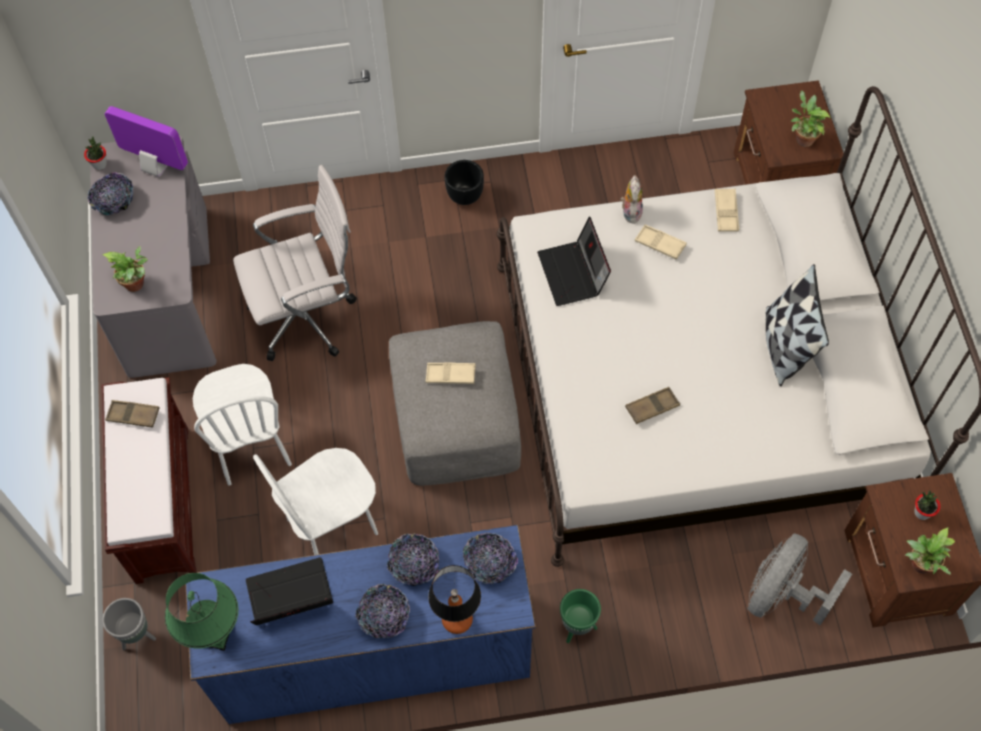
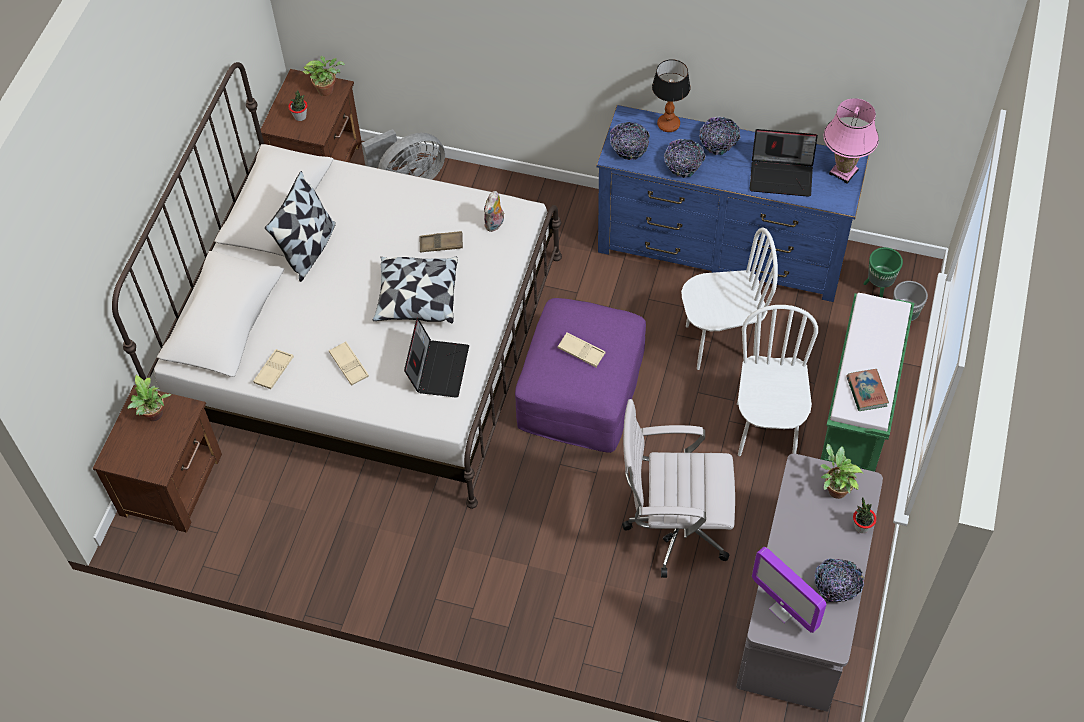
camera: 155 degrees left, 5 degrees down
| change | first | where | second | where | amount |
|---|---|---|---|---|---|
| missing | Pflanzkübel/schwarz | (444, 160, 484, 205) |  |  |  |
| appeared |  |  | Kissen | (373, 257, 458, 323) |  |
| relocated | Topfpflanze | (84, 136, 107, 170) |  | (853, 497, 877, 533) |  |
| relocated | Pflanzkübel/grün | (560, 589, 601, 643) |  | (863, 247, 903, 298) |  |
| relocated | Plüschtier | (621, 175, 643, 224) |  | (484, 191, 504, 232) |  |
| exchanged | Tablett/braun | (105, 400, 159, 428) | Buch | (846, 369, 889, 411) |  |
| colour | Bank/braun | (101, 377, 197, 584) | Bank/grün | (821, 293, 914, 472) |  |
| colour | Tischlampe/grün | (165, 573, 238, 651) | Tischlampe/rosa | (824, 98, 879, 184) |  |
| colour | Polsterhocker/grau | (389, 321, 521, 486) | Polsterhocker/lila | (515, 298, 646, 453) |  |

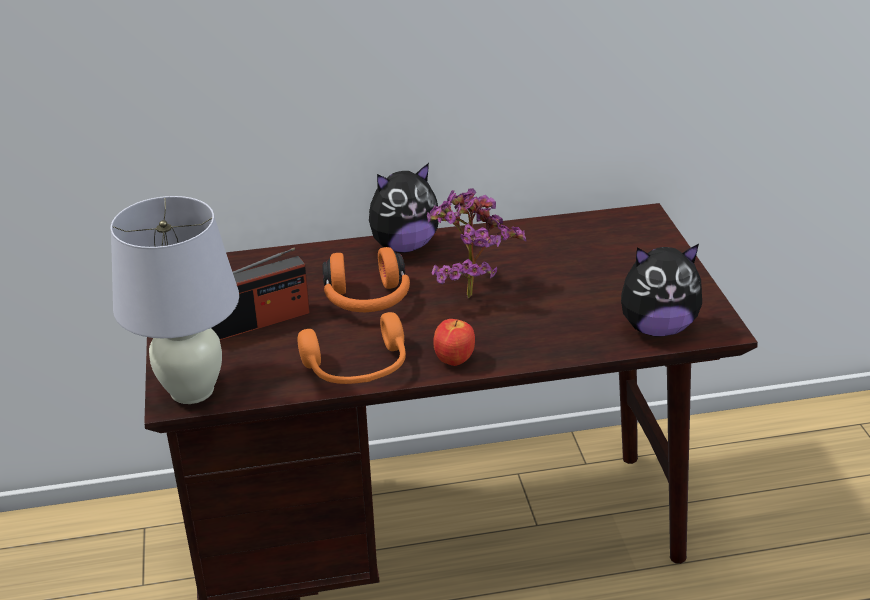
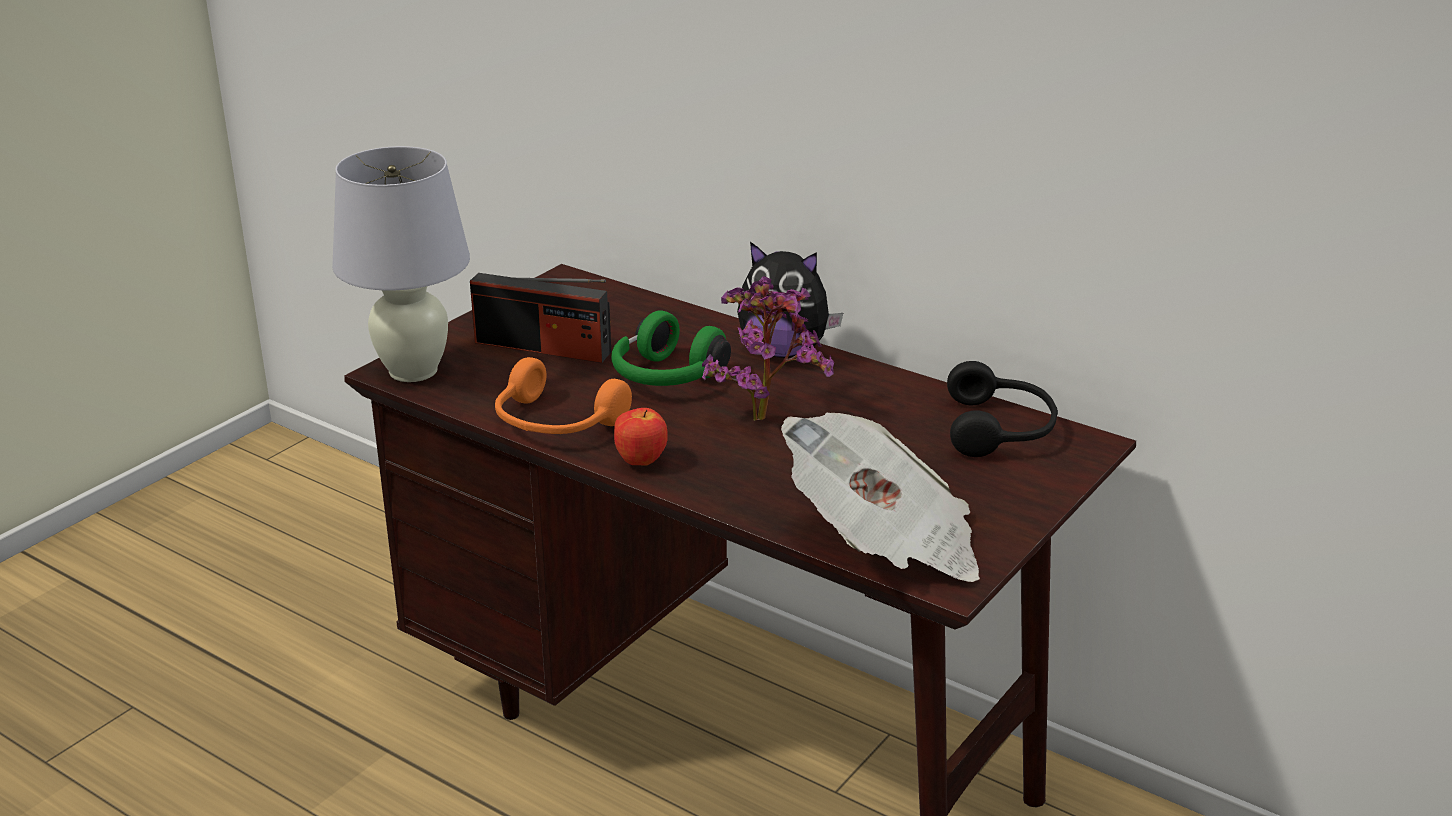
camera: 45 degrees right, 5 degrees down
| change | first | where | second | where | amount |
|---|---|---|---|---|---|
| appeared |  |  | Kopfhörer/schwarz | (947, 361, 1058, 457) |  |
| exchanged | Plüschtier | (621, 244, 702, 337) | Zeitung | (781, 413, 980, 582) |  |
| colour | Kopfhörer/orange | (322, 247, 410, 312) | Kopfhörer/grün | (611, 311, 731, 386) |  |

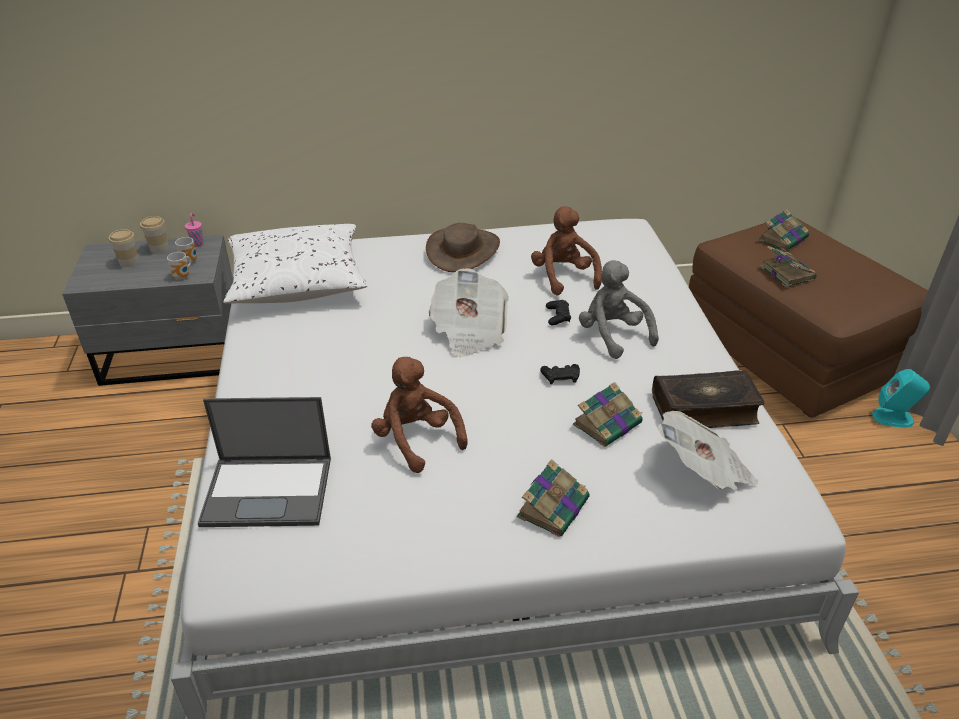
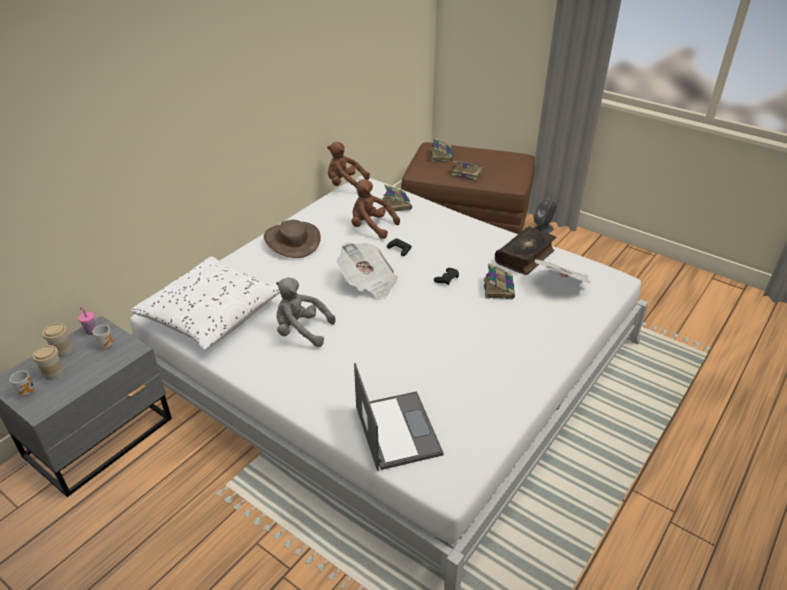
camera: 45 degrees left, 0 degrees up
| change | first | where | second | where | amount |
|---|---|---|---|---|---|
| relocated | Henkelbecher | (167, 252, 191, 279) |  | (10, 371, 34, 397) |  |
| relocated | Plüschtier/braun | (371, 357, 467, 473) |  | (327, 142, 370, 187) |  |
| relocated | Buch | (517, 459, 590, 537) |  | (382, 185, 412, 211) |  |
| relocated | Plüschtier/grau | (579, 260, 659, 359) |  | (276, 278, 336, 347) |  |
| colour | Lautsprecher/türkis | (872, 369, 930, 427) | Lautsprecher/grau | (534, 199, 557, 233) |  |
| spun | Laptop | (198, 397, 331, 527) |  | (354, 363, 444, 471) | 60 degrees counterclockwise |

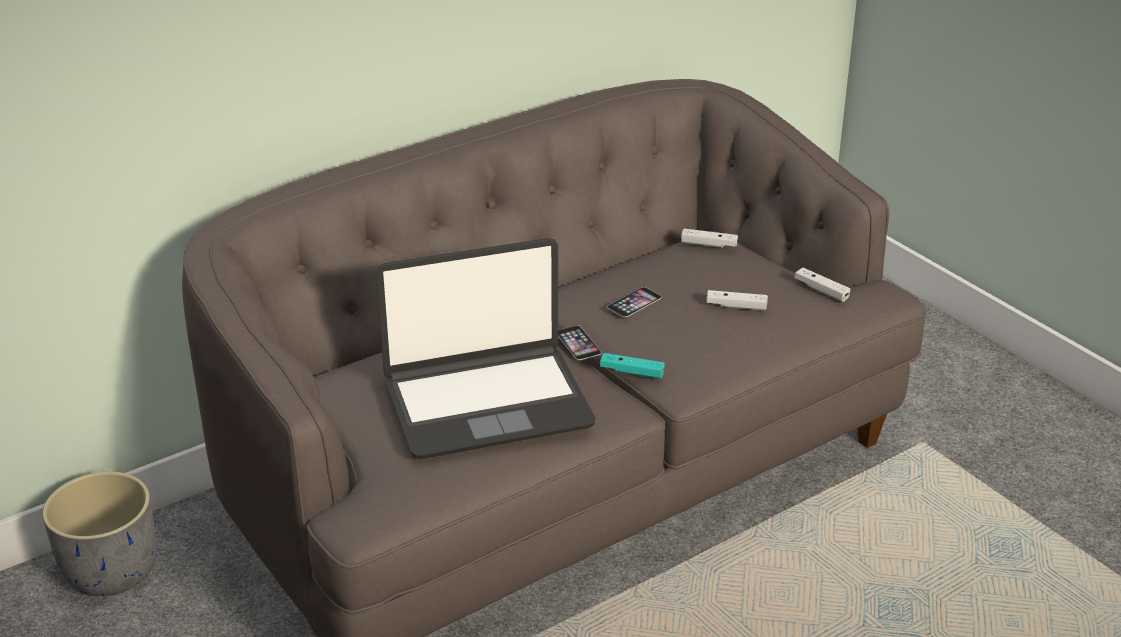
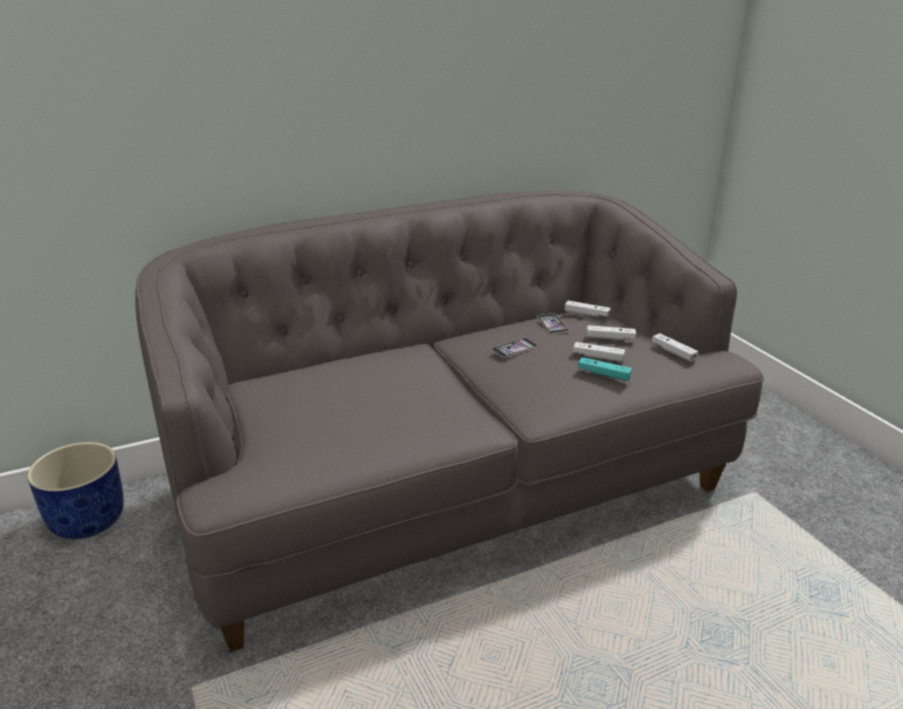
camera: 10 degrees right, 5 degrees down
| change | first | where | second | where | amount |
|---|---|---|---|---|---|
| missing | Laptop | (376, 238, 595, 459) |  |  |  |
| appeared |  |  | Gamepad/weiß | (587, 325, 636, 340) |  |
| relocated | Handy | (558, 325, 602, 360) |  | (537, 313, 569, 334) |  |
| relocated | Gamepad/türkis | (600, 353, 665, 379) |  | (578, 357, 632, 381) |  |
| colour | Pflanzkübel/grau | (42, 472, 156, 596) | Pflanzkübel/blau | (27, 442, 124, 539) |  |

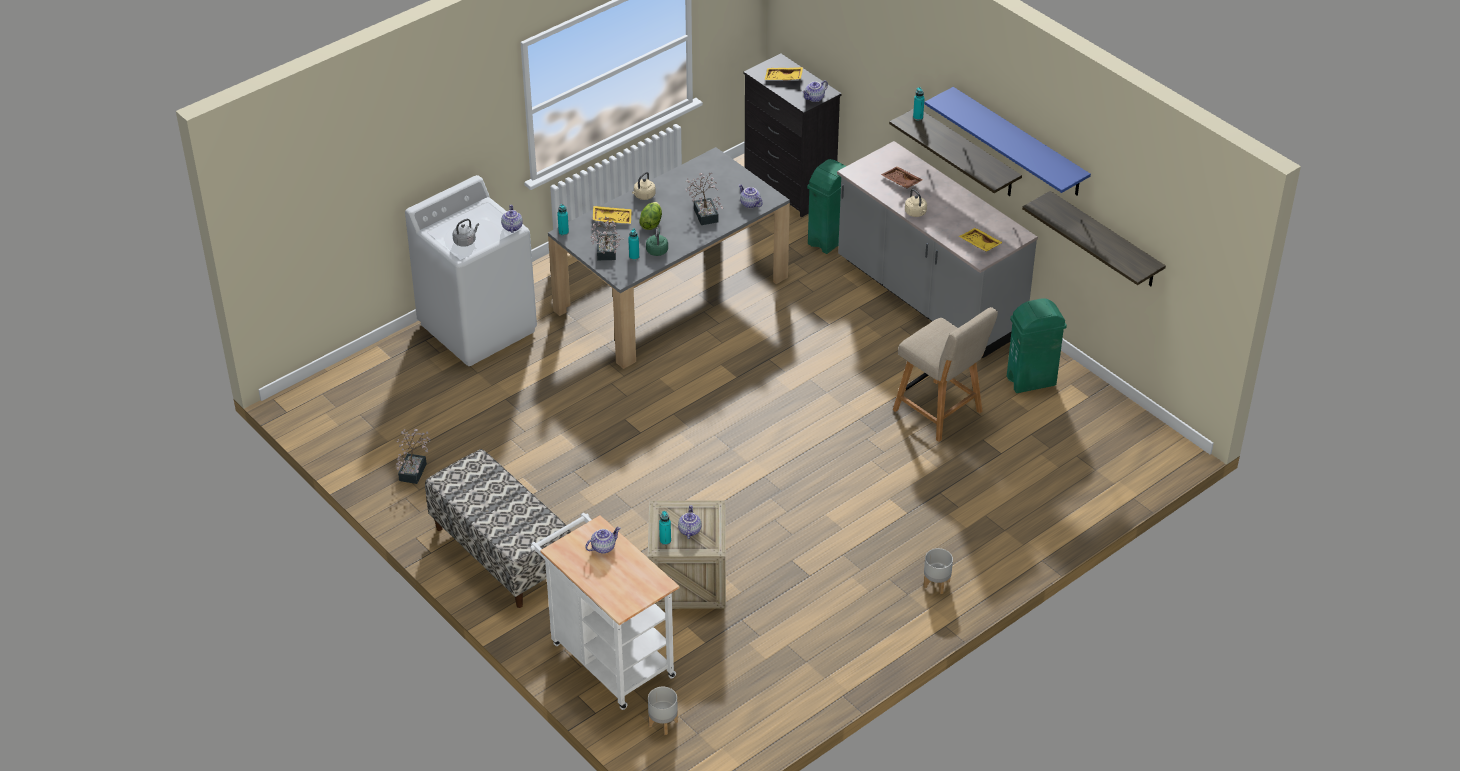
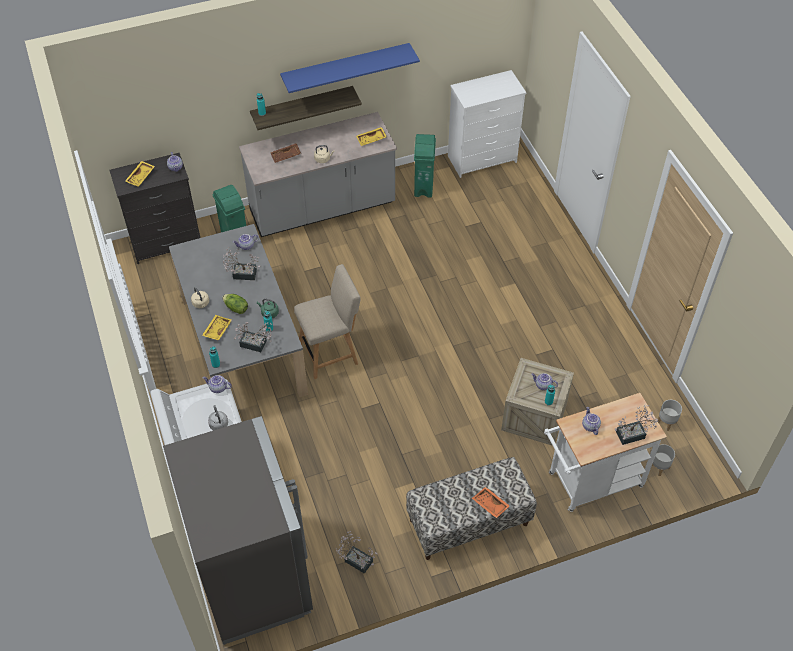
camera: 70 degrees left, 10 degrees up
| change | first | where | second | where | amount |
|---|---|---|---|---|---|
| missing | Wandregal | (1022, 191, 1166, 286) |  |  |  |
| appeared |  |  | Kühlschrank/grau | (163, 416, 313, 645) |  |
| appeared |  |  | Kommode/weiß | (448, 70, 526, 178) |  |
| appeared |  |  | Tablett/orange | (472, 487, 510, 518) |  |
| appeared |  |  | Topfpflanze | (615, 405, 658, 445) |  |
| relocated | Stuhl/beige | (893, 307, 998, 442) |  | (294, 264, 361, 379) |  |
| relocated | Pflanzkübel/grau | (923, 548, 953, 594) |  | (658, 400, 682, 431) |  |

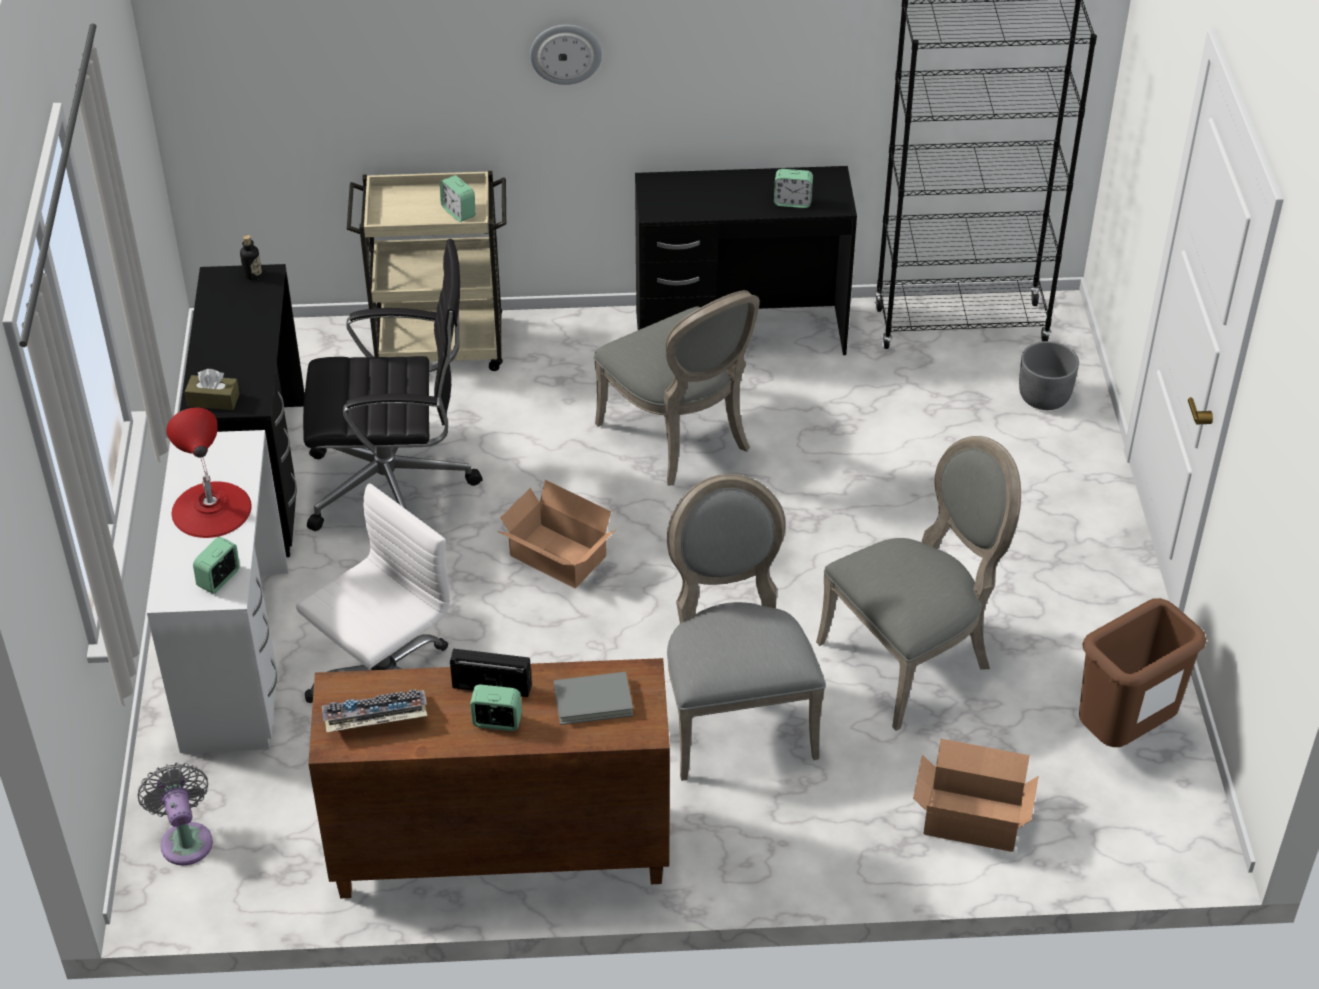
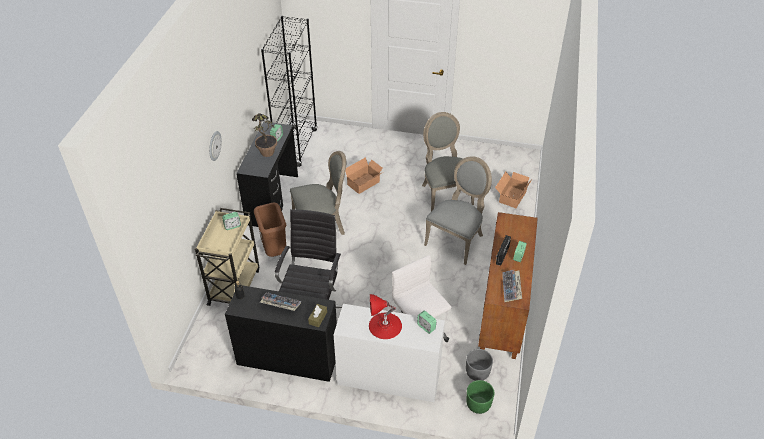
camera: 75 degrees left, 0 degrees up
| change | first | where | second | where | amount |
|---|---|---|---|---|---|
| missing | Buch/grau | (554, 672, 633, 725) |  |  |  |
| appeared |  |  | Topfpflanze | (252, 114, 277, 157) |  |
| appeared |  |  | Tastatur | (260, 293, 302, 311) |  |
| relocated | Karton | (497, 480, 615, 588) |  | (345, 157, 382, 194) |  |
| relocated | Pflanzkübel/grau | (1019, 341, 1079, 410) |  | (466, 349, 493, 381) |  |
| relocated | Mülleimer/braun | (1079, 598, 1206, 747) |  | (254, 203, 286, 257) |  |
| exchanged | Ventilator/grau | (138, 762, 213, 866) | Pflanzkübel/grün | (466, 380, 494, 414) |  |
| spun | Stuhl/grau | (667, 474, 826, 781) |  | (424, 156, 492, 265) | 120 degrees clockwise |

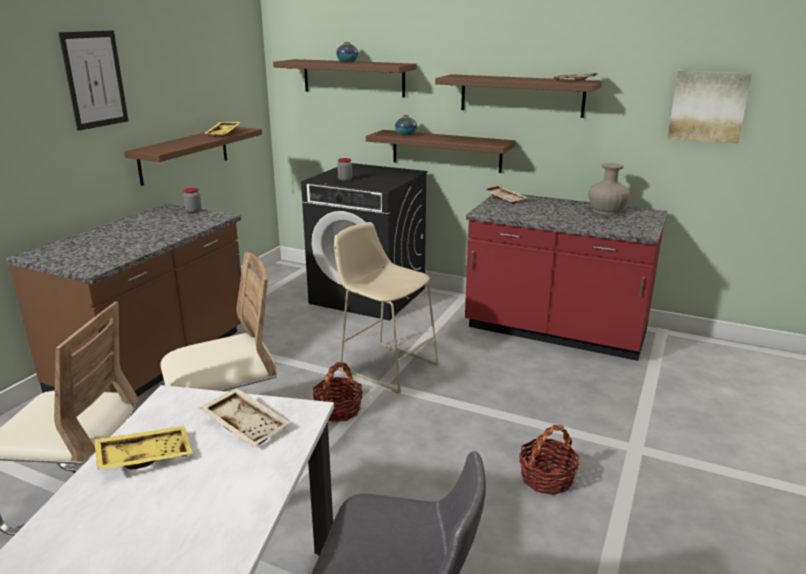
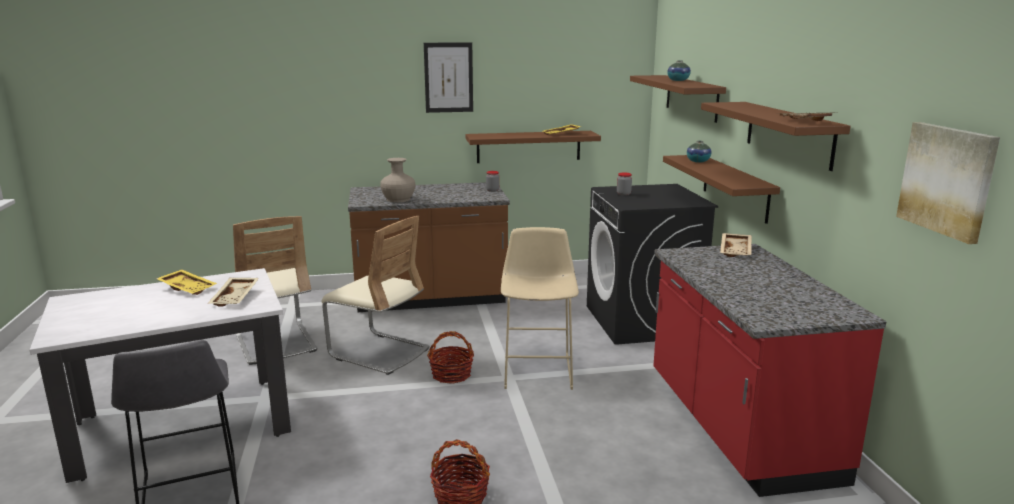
camera: 55 degrees right, 5 degrees down
| change | first | where | second | where | amount |
|---|---|---|---|---|---|
| relocated | Vase/beige | (588, 163, 630, 215) |  | (380, 158, 415, 202) |  |

